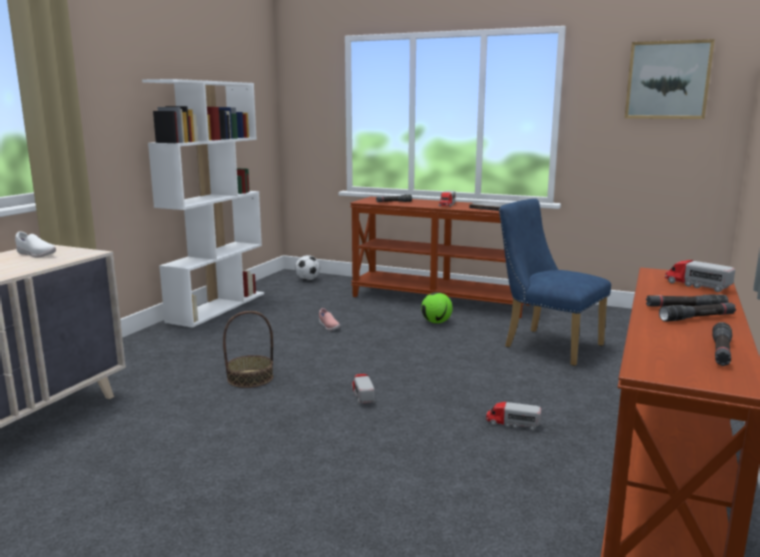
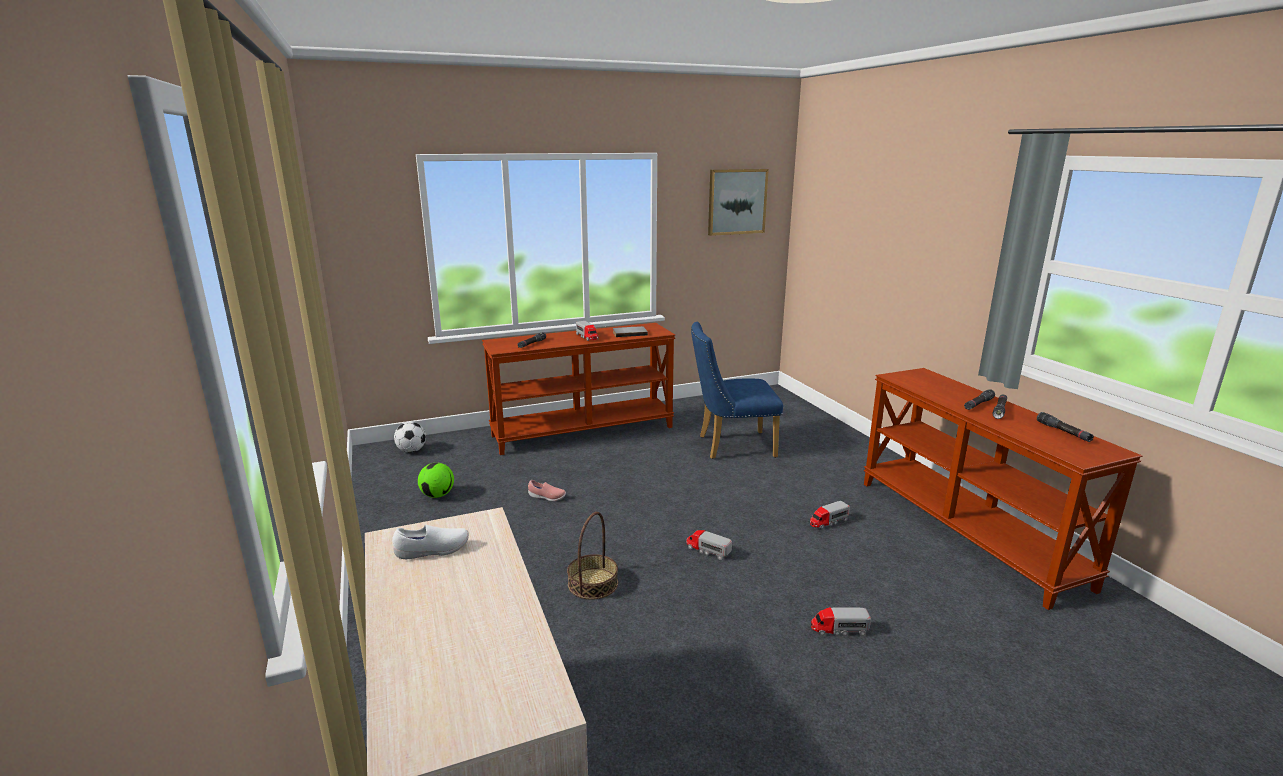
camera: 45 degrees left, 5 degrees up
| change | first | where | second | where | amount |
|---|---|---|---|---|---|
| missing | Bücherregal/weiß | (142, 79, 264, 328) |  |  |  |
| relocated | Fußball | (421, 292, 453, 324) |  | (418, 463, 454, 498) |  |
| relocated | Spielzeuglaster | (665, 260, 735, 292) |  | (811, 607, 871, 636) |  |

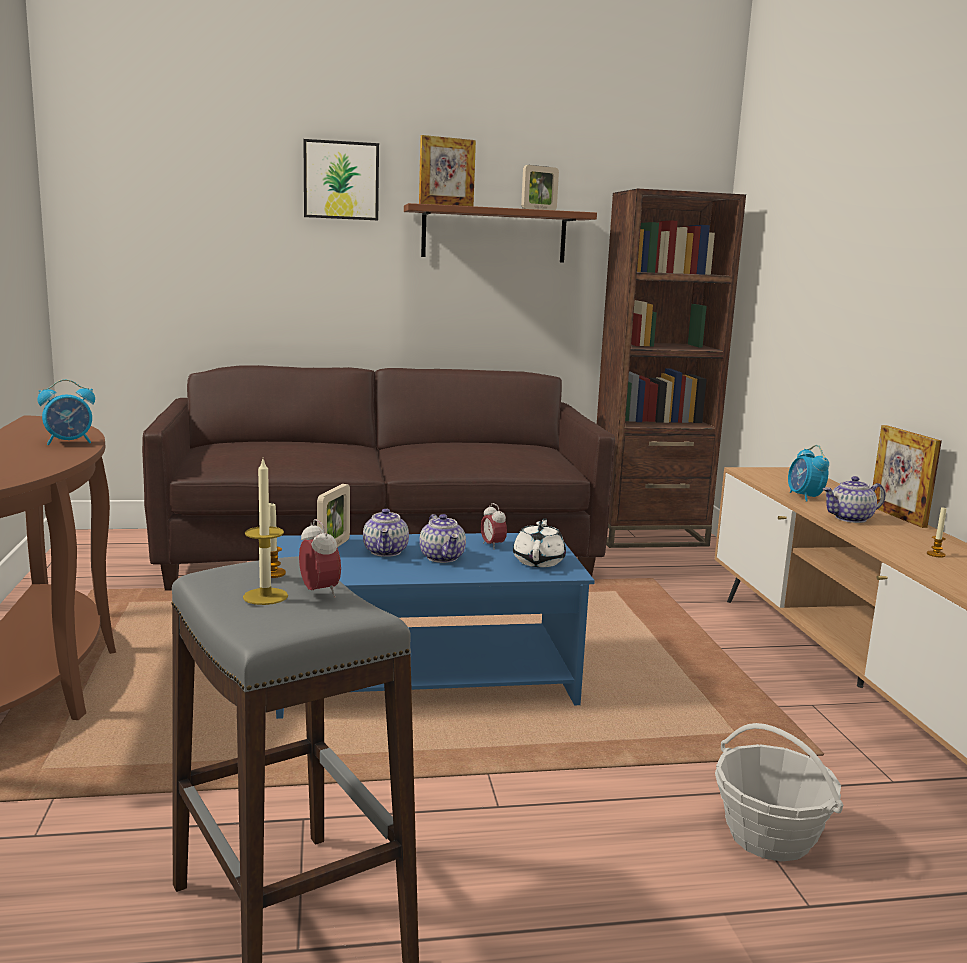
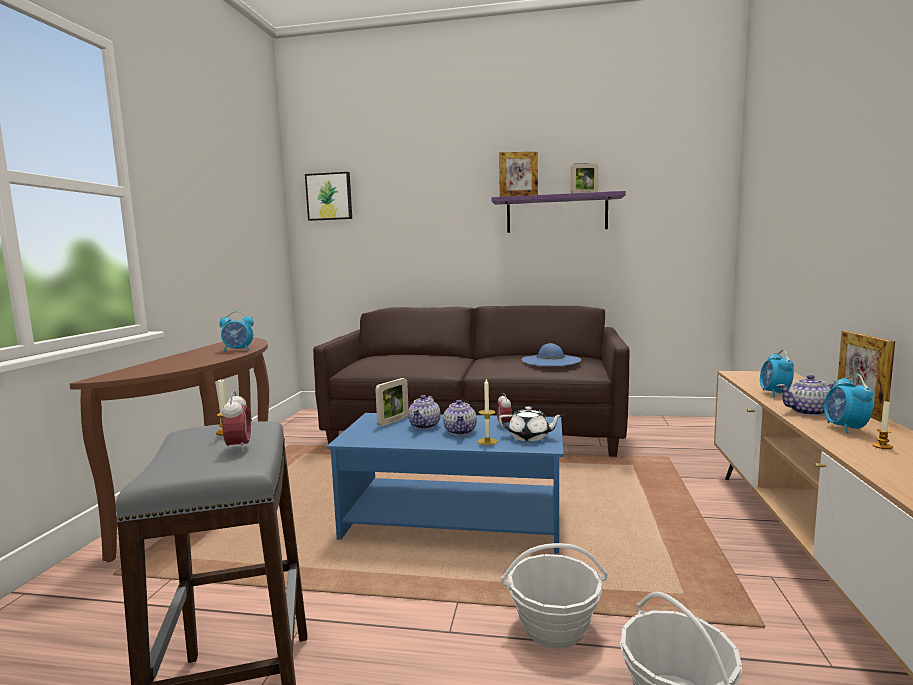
camera: 20 degrees right, 5 degrees down
| change | first | where | second | where | amount |
|---|---|---|---|---|---|
| missing | Bücherregal/braun | (597, 189, 746, 548) |  |  |  |
| appeared |  |  | Korb | (501, 543, 608, 649) |  |
| appeared |  |  | Hut/blau | (521, 343, 581, 366) |  |
| appeared |  |  | Wecker | (824, 374, 873, 434) |  |
| relocated | Kerze | (243, 459, 288, 605) |  | (478, 379, 498, 445) |  |
| relocated | Bild | (303, 139, 379, 220) |  | (305, 172, 352, 221) |  |
| colour | Wandregal/braun | (404, 203, 597, 262) | Wandregal/lila | (491, 191, 626, 233) |  |
| spun | Teekanne/weiß | (513, 518, 566, 567) |  | (499, 406, 563, 441) | 75 degrees clockwise |

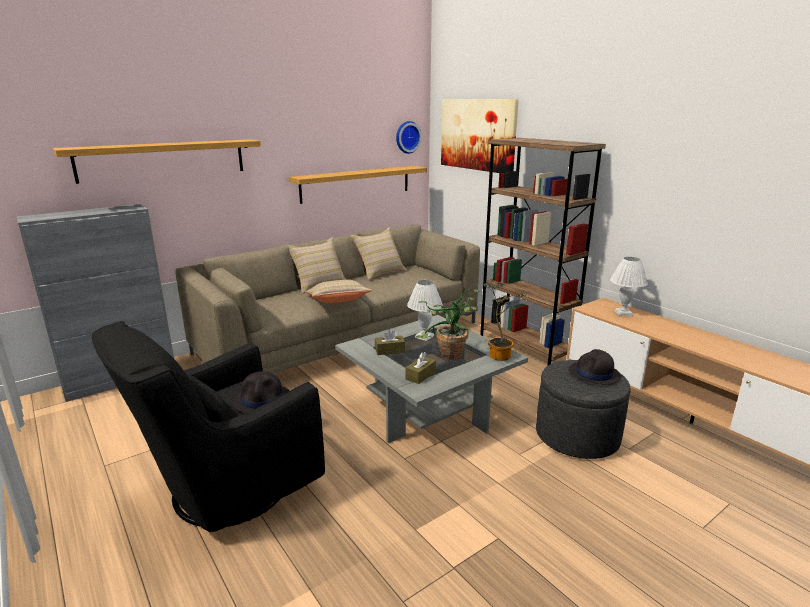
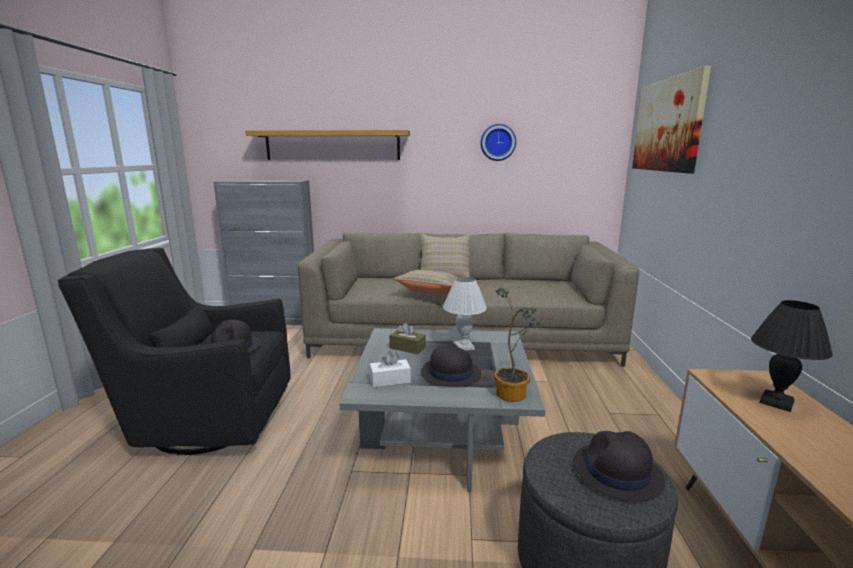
camera: 40 degrees right, 5 degrees down
| change | first | where | second | where | amount |
|---|---|---|---|---|---|
| missing | Wandregal | (289, 166, 427, 204) |  |  |  |
| missing | Kissen/beige | (351, 228, 407, 280) |  |  |  |
| missing | Bücherregal/braun | (480, 138, 606, 366) |  |  |  |
| relocated | Wanduhr | (396, 121, 422, 154) |  | (481, 124, 516, 161) |  |
| exchanged | Topfpflanze | (416, 289, 480, 359) | Hut/schwarz | (421, 344, 481, 387) |  |
| colour | Taschentuchbox/braun | (405, 352, 436, 384) | Taschentuchbox/weiß | (370, 351, 411, 387) |  |
| colour | Tischlampe/weiß | (610, 257, 648, 316) | Tischlampe/schwarz | (751, 300, 833, 412) |  |

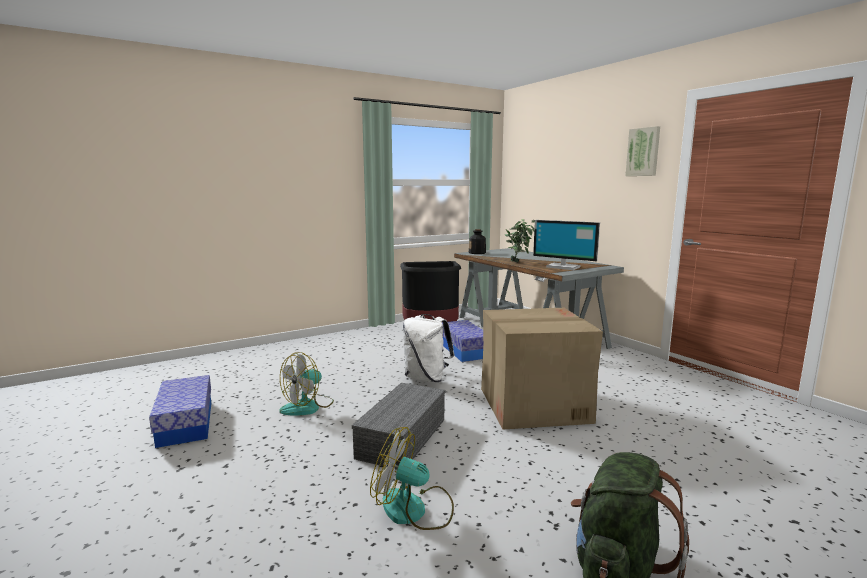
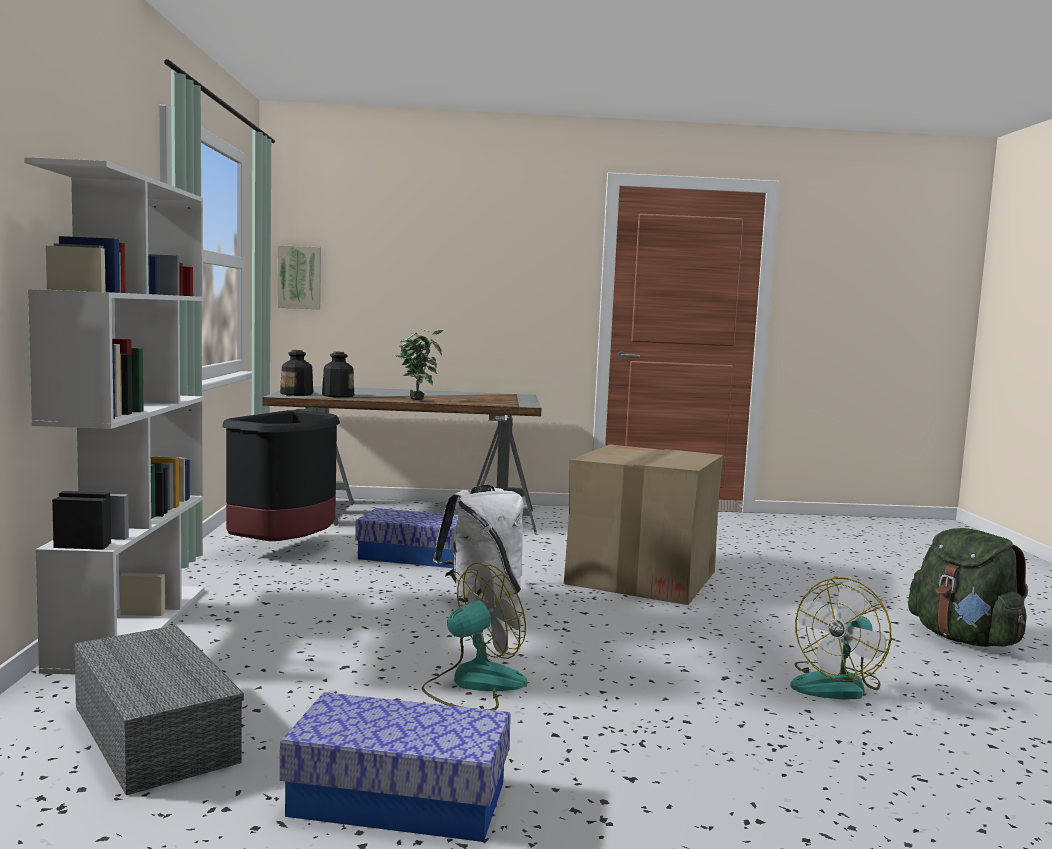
camera: 60 degrees left, 5 degrees down
| change | first | where | second | where | amount |
|---|---|---|---|---|---|
| missing | Monitor | (533, 220, 600, 270) |  |  |  |
| appeared |  |  | Bücherregal/weiß | (24, 157, 205, 674) |  |
| appeared |  |  | Flasche | (322, 352, 354, 397) |  |
| relocated | Aufbewahrungsbox/grau | (352, 383, 445, 470) |  | (73, 625, 244, 795) |  |
| relocated | Bild | (625, 126, 660, 176) |  | (277, 245, 321, 309) |  |
| spun | Ventilator | (280, 352, 334, 416) |  | (422, 563, 527, 710) | 105 degrees counterclockwise |

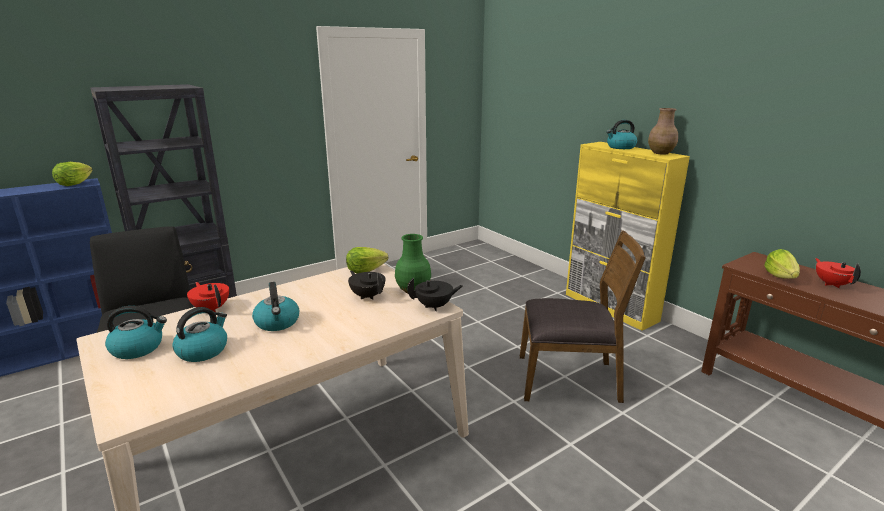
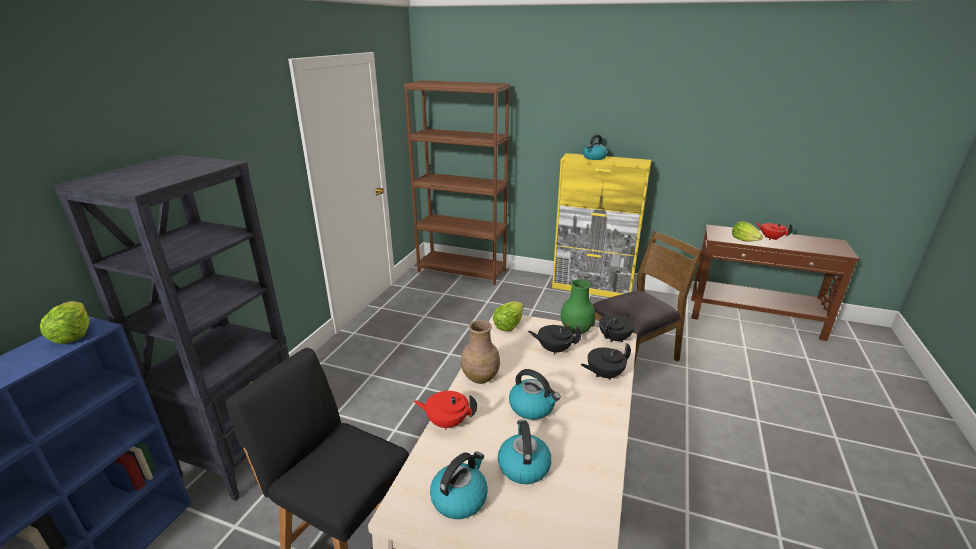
camera: 35 degrees left, 5 degrees up
| change | first | where | second | where | amount |
|---|---|---|---|---|---|
| appeared |  |  | Bücherregal/braun | (404, 80, 510, 285) |  |
| appeared |  |  | Teekanne/schwarz | (581, 343, 631, 380) |  |
| relocated | Vase/braun | (648, 108, 678, 155) |  | (461, 320, 500, 384) |  |

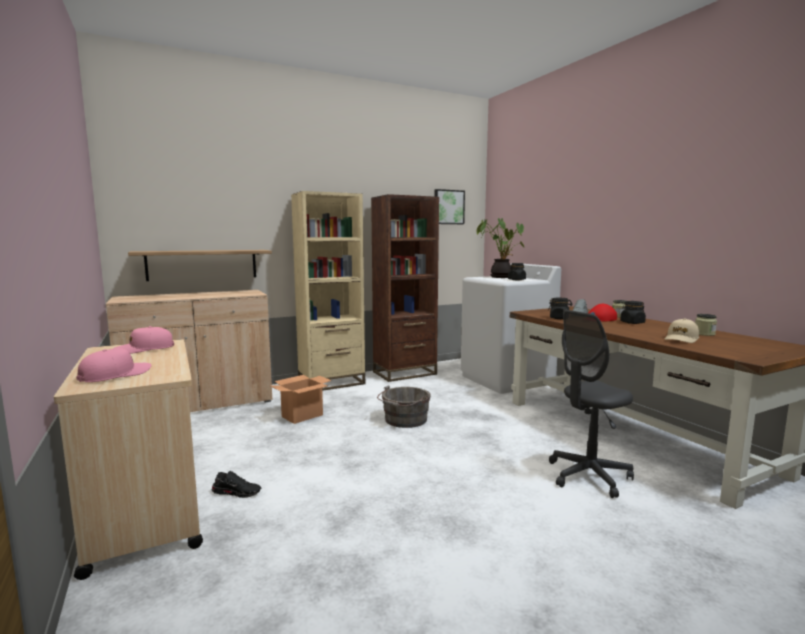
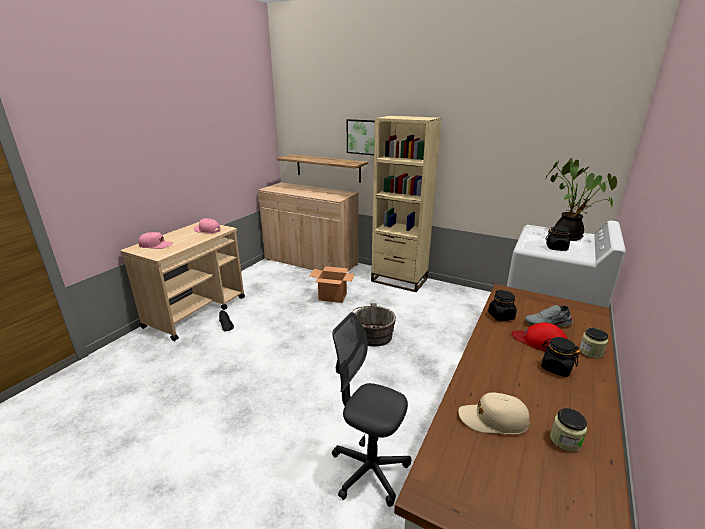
camera: 55 degrees right, 15 degrees up
| change | first | where | second | where | amount |
|---|---|---|---|---|---|
| missing | Bücherregal/braun | (371, 194, 439, 382) |  |  |  |
| relocated | Bild | (434, 189, 465, 224) |  | (347, 119, 375, 155) |  |

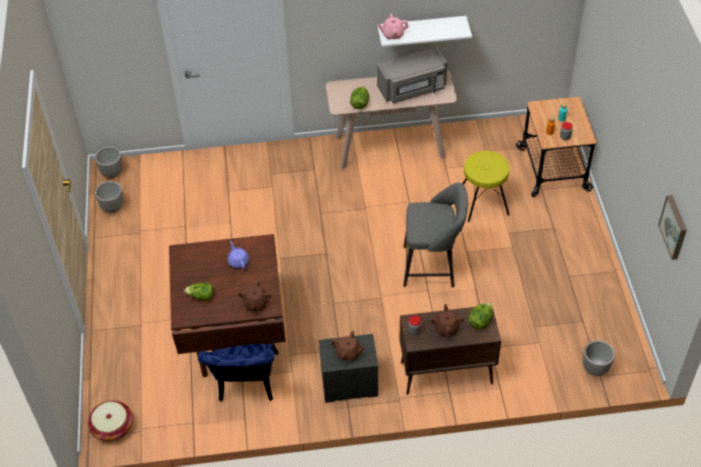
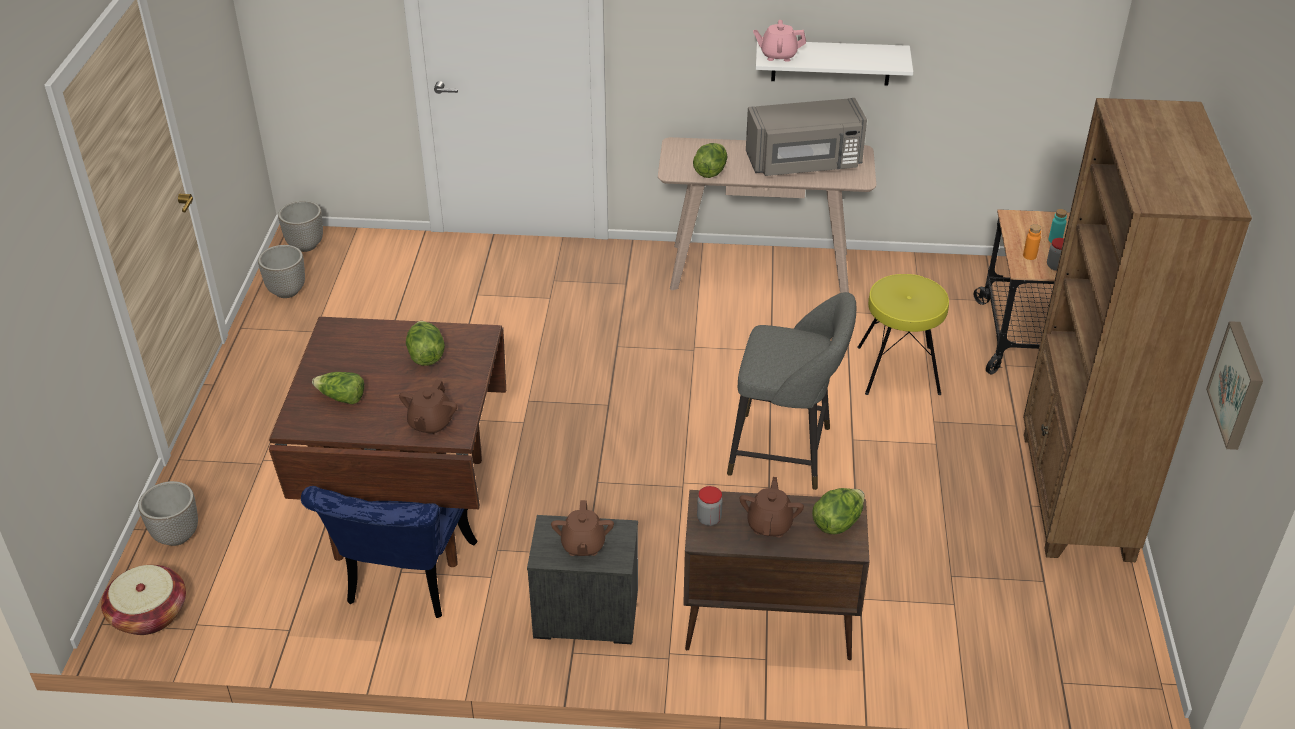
camera: 10 degrees right, 10 degrees down
| change | first | where | second | where | amount |
|---|---|---|---|---|---|
| appeared |  |  | Bücherregal/braun | (1023, 98, 1252, 562) |  |
| relocated | Pflanzkübel | (583, 340, 615, 376) |  | (138, 481, 198, 546) |  |
| exchanged | Teekanne/lila | (228, 241, 249, 269) | Salatkopf | (406, 321, 445, 366) |  |
| spun | Teekanne/braun | (331, 331, 365, 361) |  | (551, 500, 614, 556) | 60 degrees clockwise |

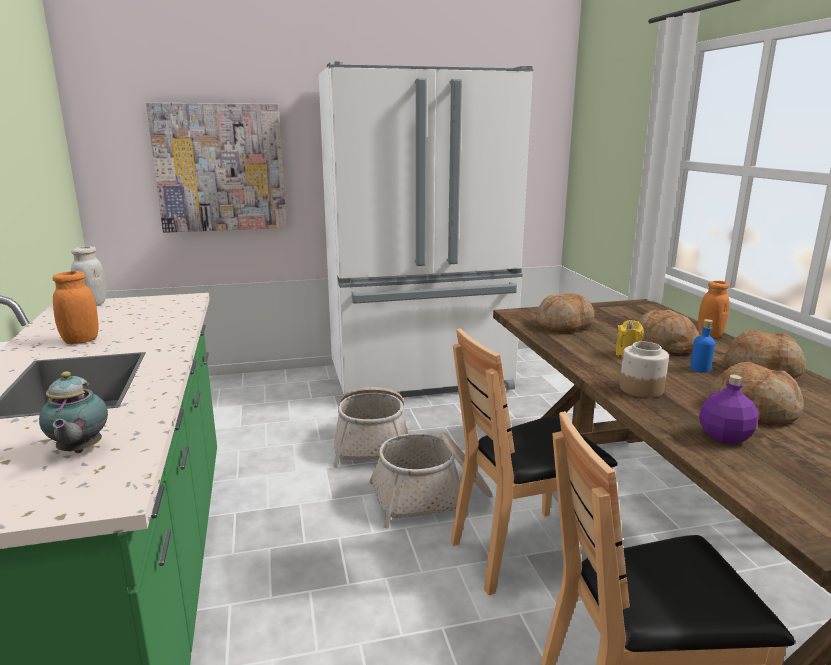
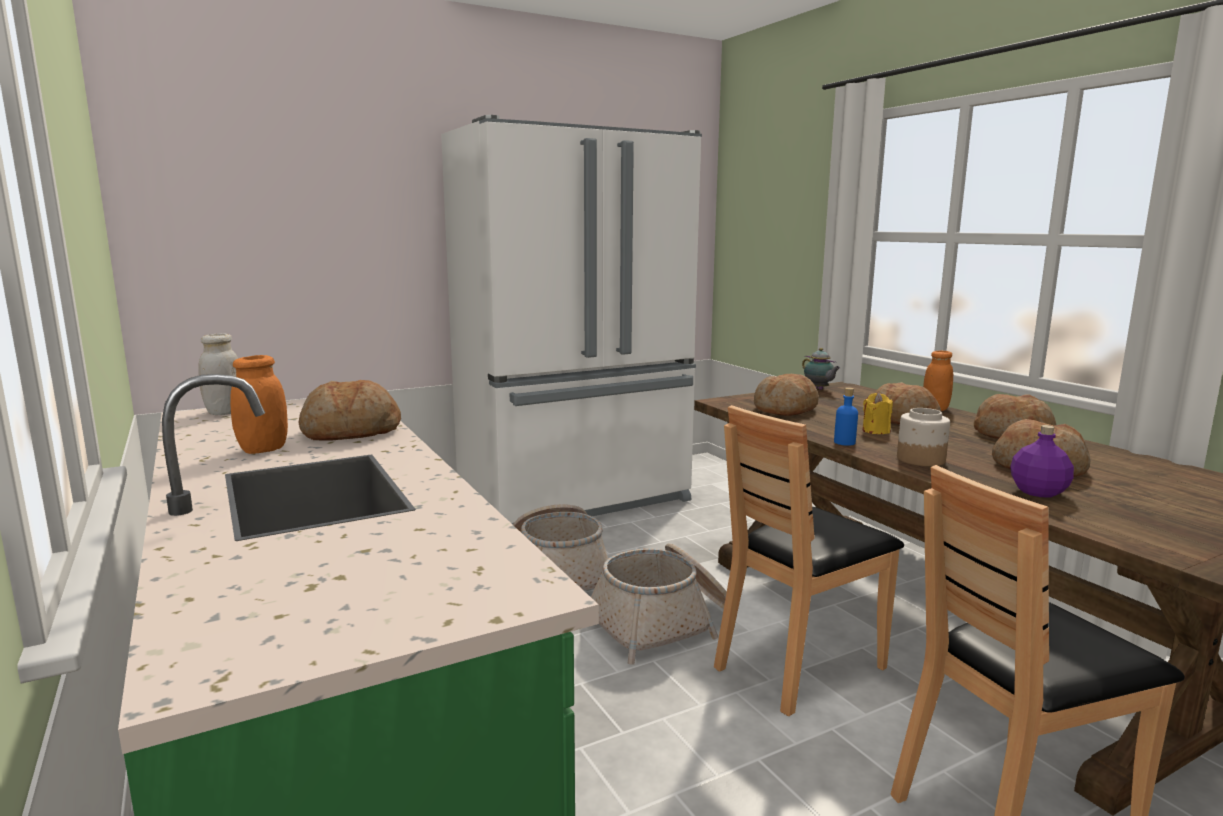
camera: 15 degrees left, 5 degrees down
| change | first | where | second | where | amount |
|---|---|---|---|---|---|
| missing | Bild | (146, 103, 287, 233) |  |  |  |
| appeared |  |  | Brot | (299, 380, 401, 440) |  |
| relocated | Teekanne | (39, 371, 108, 453) |  | (802, 348, 841, 390) |  |
| relocated | Flasche/blau | (690, 319, 715, 373) |  | (834, 387, 858, 446) |  |

